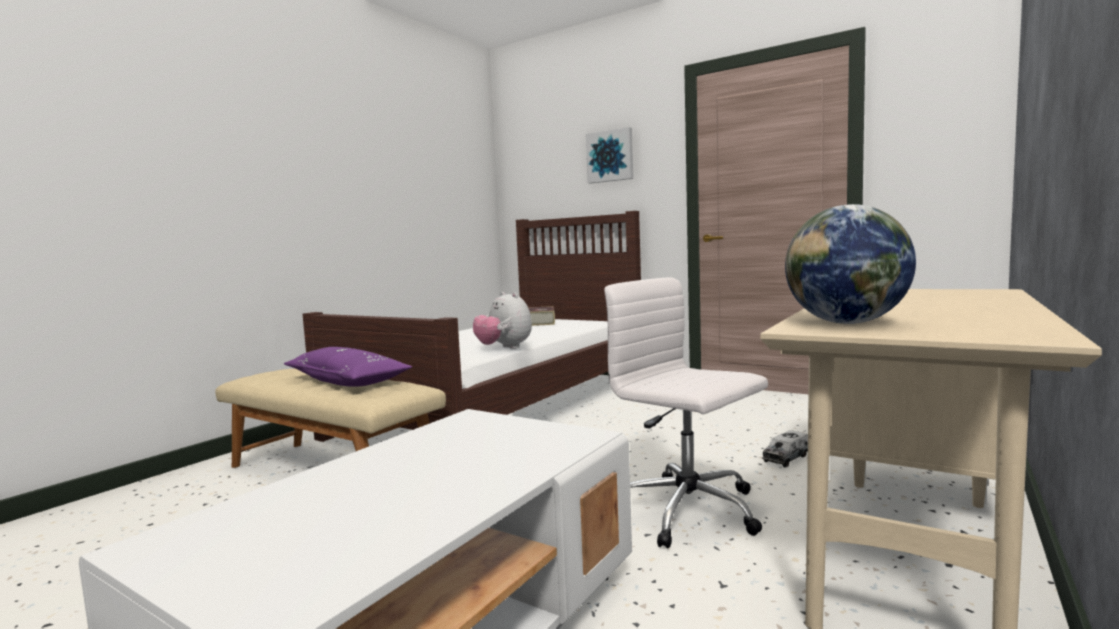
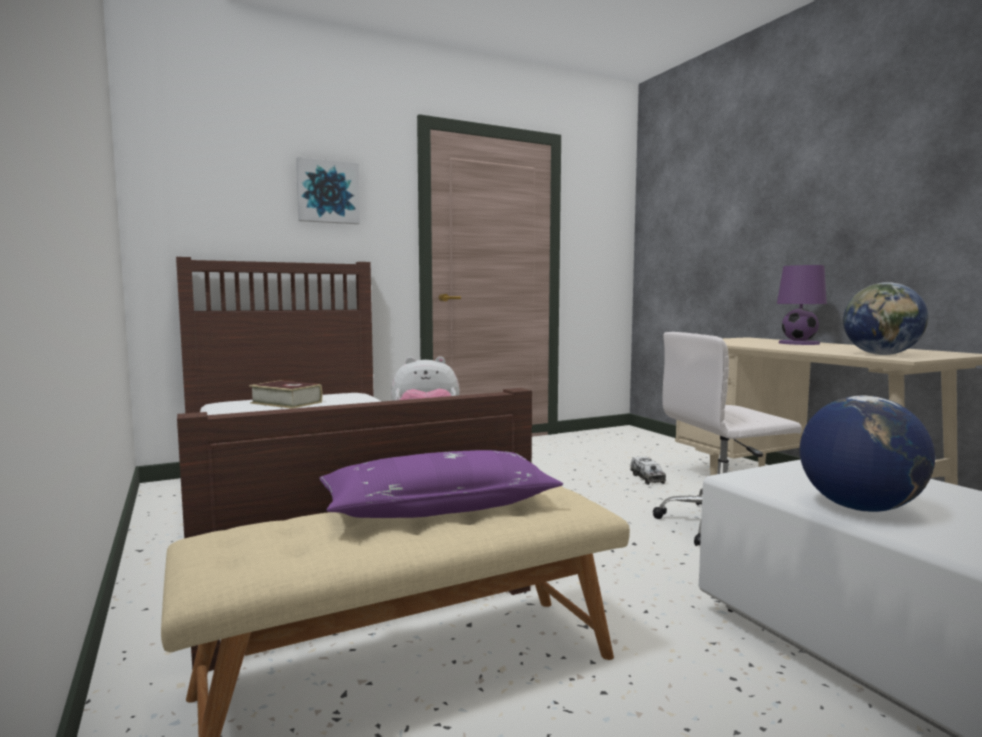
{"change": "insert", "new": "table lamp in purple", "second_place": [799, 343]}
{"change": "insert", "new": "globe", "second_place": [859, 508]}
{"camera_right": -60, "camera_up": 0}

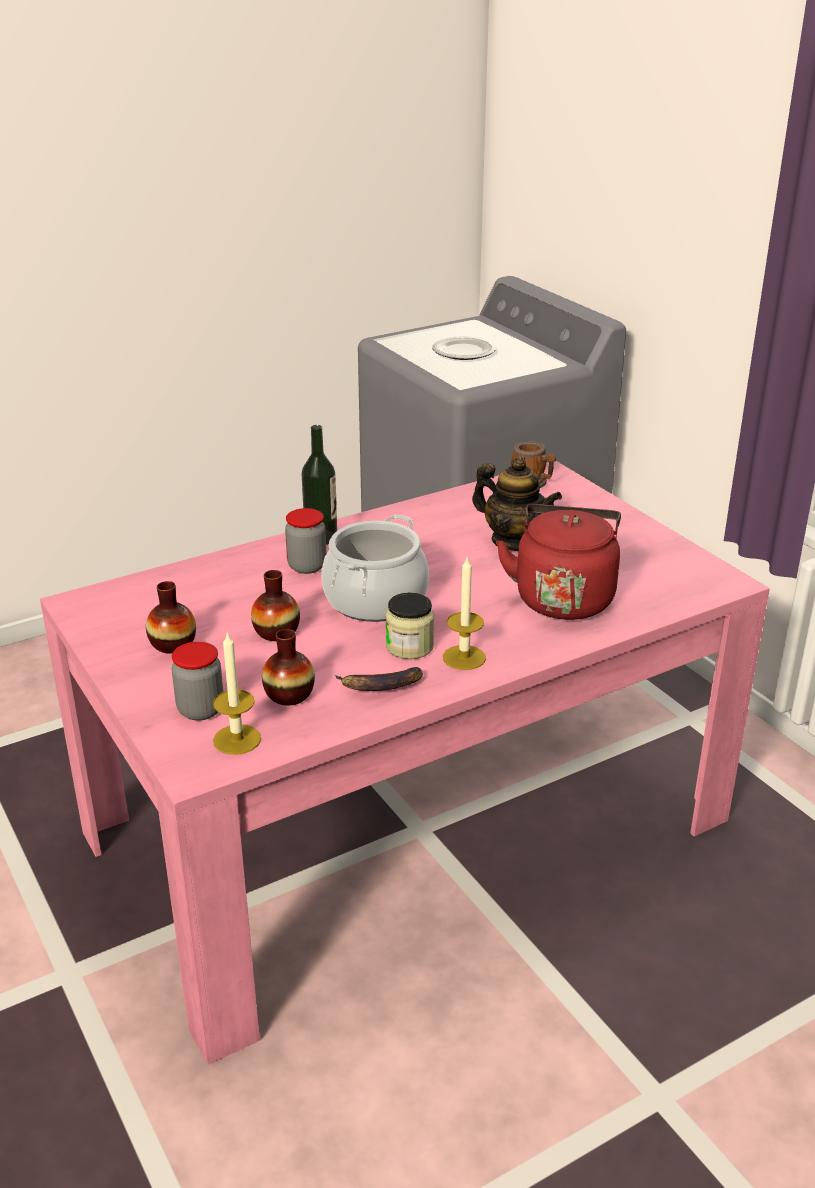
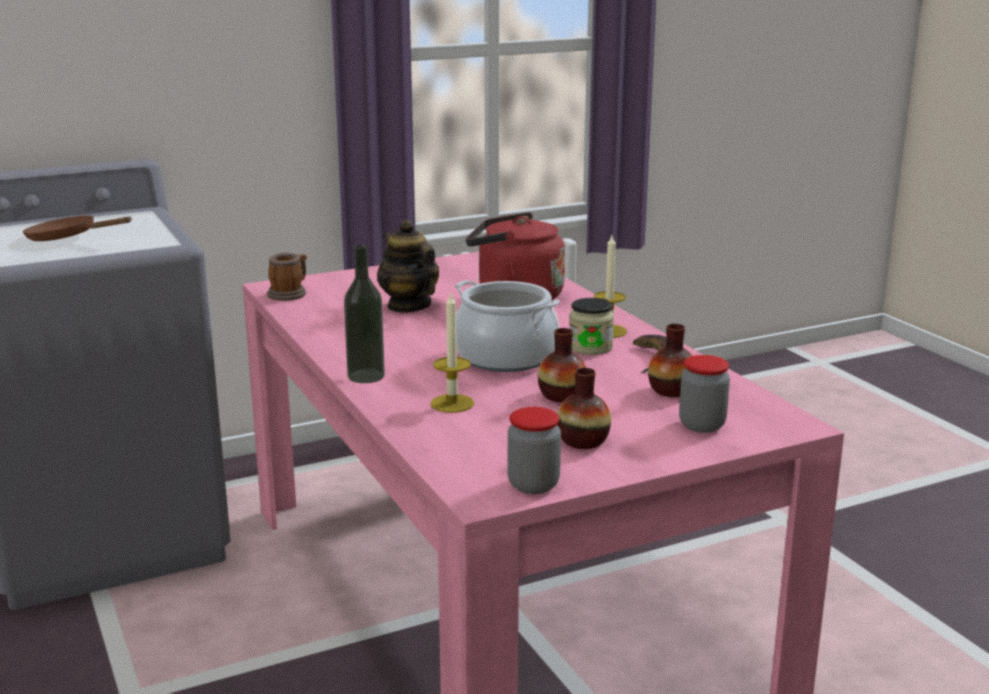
{"change": "replace", "old": "plate", "new": "frying pan in brown", "first_place": [464, 352], "second_place": [68, 238]}
{"change": "rotate", "old": "teapot", "first_place": [514, 541], "second_place": [409, 306], "degrees": -75}
{"change": "move", "old": "candle", "first_place": [237, 739], "second_place": [452, 403]}
{"change": "move", "old": "jar", "first_place": [307, 566], "second_place": [533, 485]}
{"camera_right": -85, "camera_up": -10}

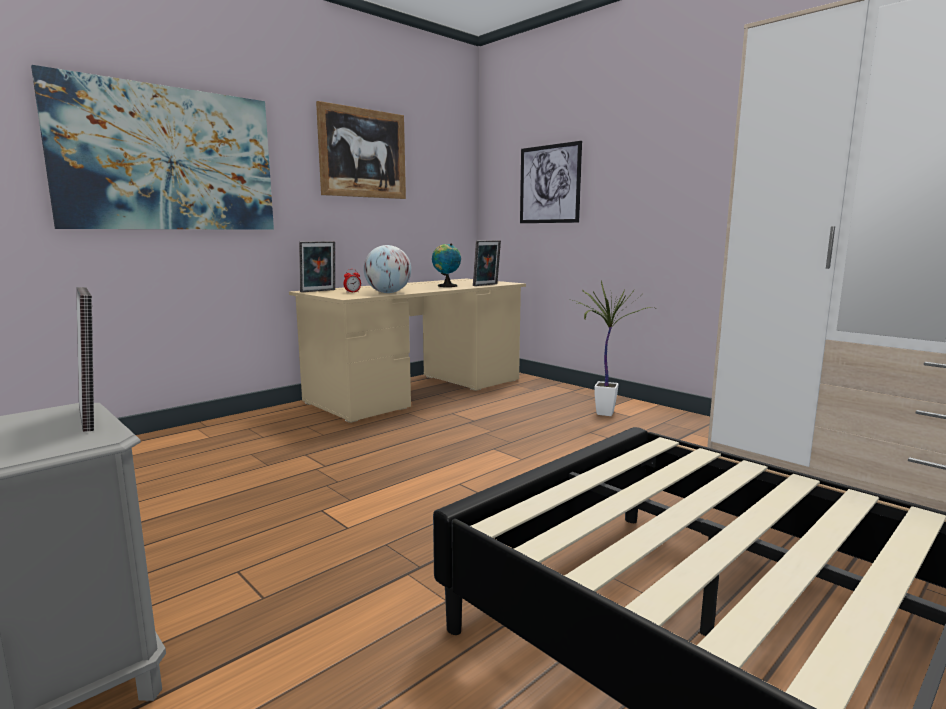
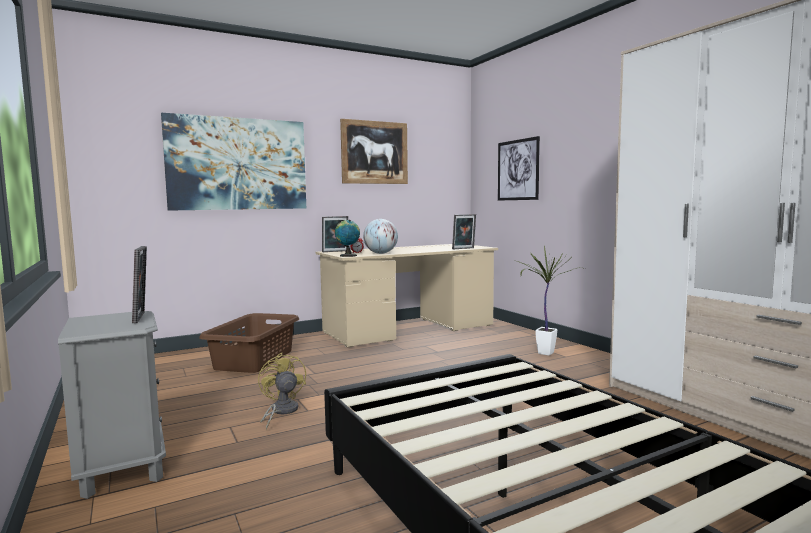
{"change": "insert", "new": "laundry basket in brown", "second_place": [255, 359]}
{"change": "insert", "new": "fan in yellow", "second_place": [281, 412]}
{"change": "move", "old": "globe", "first_place": [446, 286], "second_place": [347, 255]}
{"camera_right": 15, "camera_up": -5}

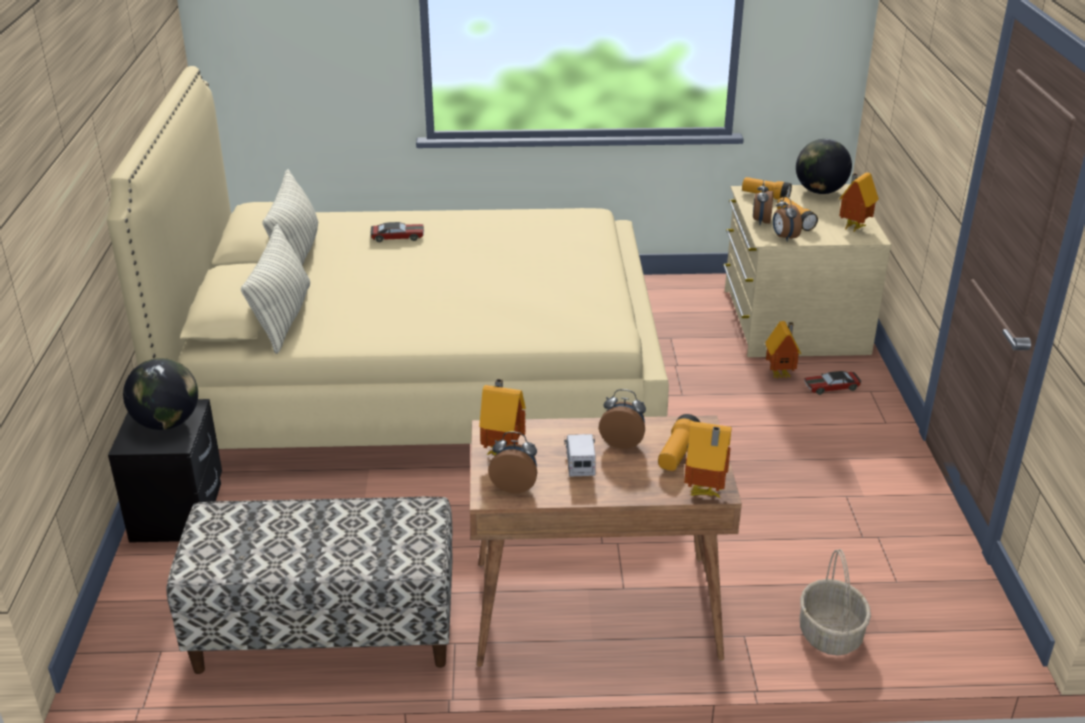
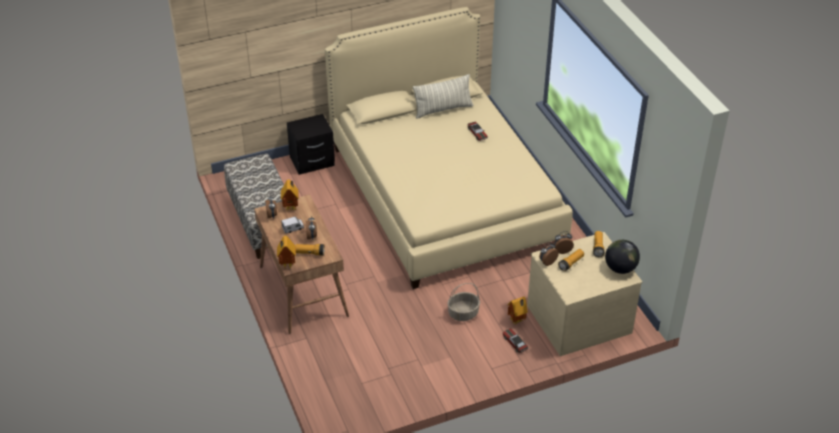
{"change": "move", "old": "basket", "first_place": [831, 634], "second_place": [463, 313]}
{"change": "delete", "old": "globe", "first_place": [167, 423]}
{"change": "delete", "old": "pillow", "first_place": [283, 318]}
{"change": "delete", "old": "toy house", "first_place": [852, 227]}
{"camera_right": 70, "camera_up": 10}

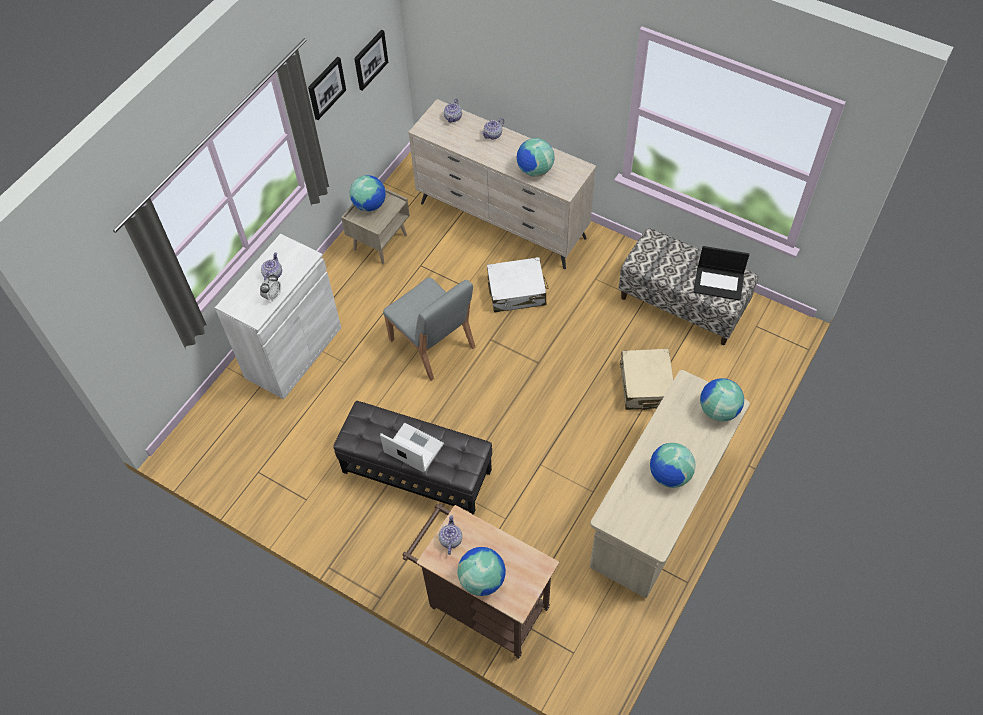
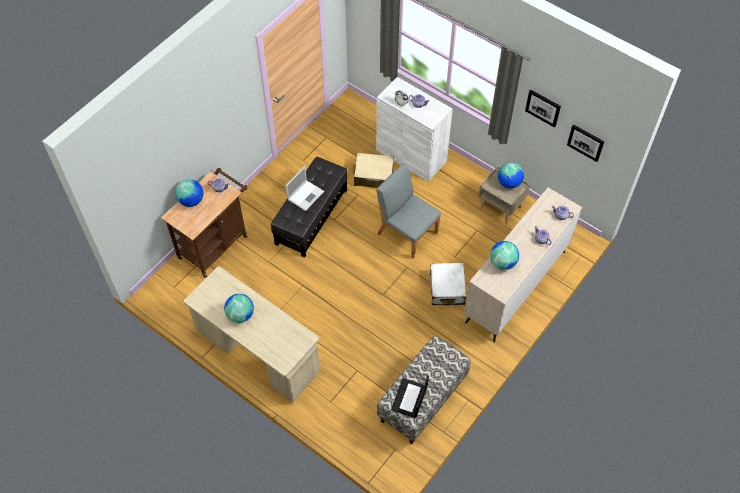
{"change": "move", "old": "suitcase in beige", "first_place": [646, 385], "second_place": [373, 175]}
{"change": "rotate", "old": "chair in grey", "first_place": [432, 344], "second_place": [407, 232], "degrees": 75}
{"change": "delete", "old": "globe", "first_place": [718, 410]}
{"camera_right": 95, "camera_up": 0}

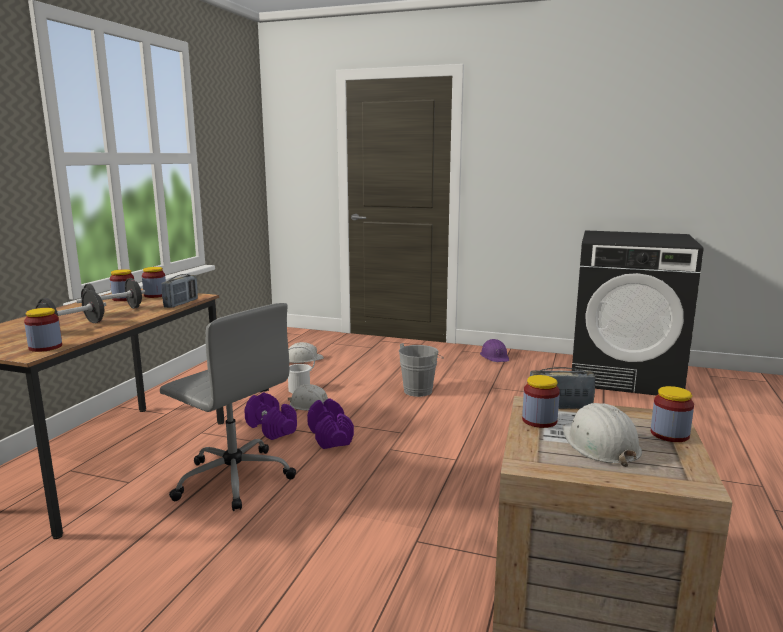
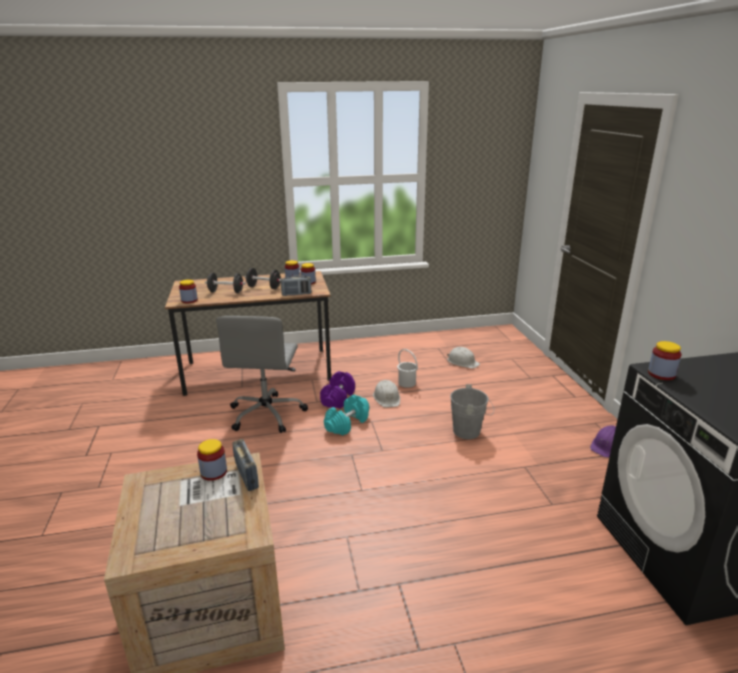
{"change": "recolor", "old": "dumbbell in purple", "new": "dumbbell in turquoise", "first_place": [330, 437], "second_place": [347, 424]}
{"change": "move", "old": "jar", "first_place": [669, 434], "second_place": [661, 374]}
{"change": "delete", "old": "hard hat in white", "first_place": [599, 444]}
{"camera_right": 60, "camera_up": 10}

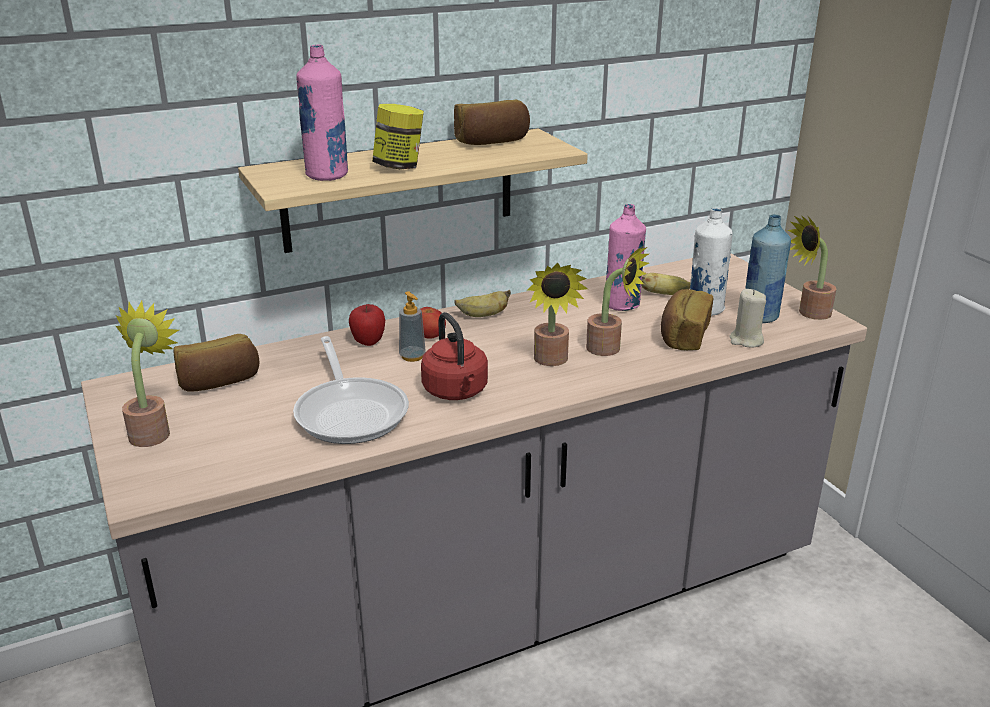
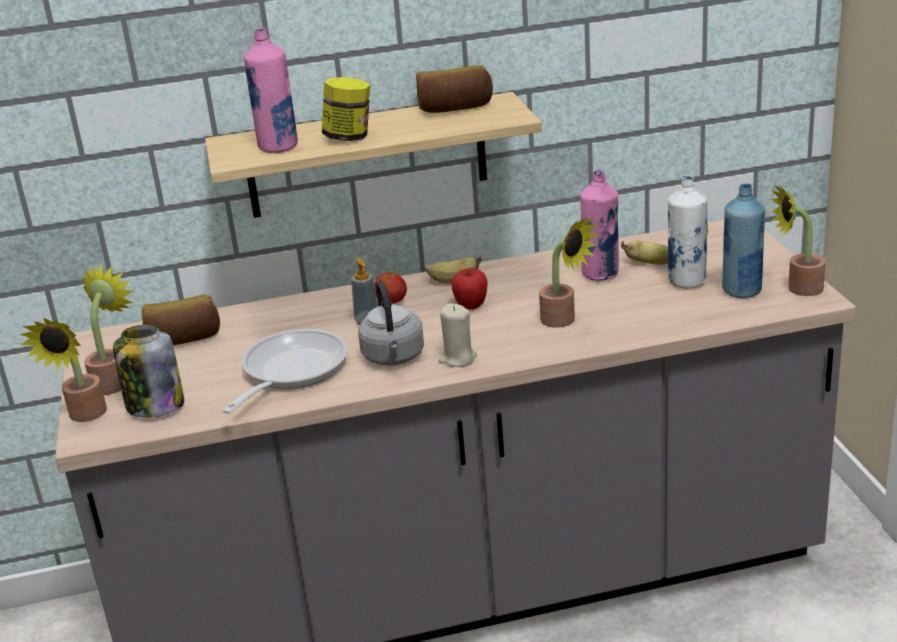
{"change": "move", "old": "potted plant", "first_place": [551, 361], "second_place": [84, 416]}
{"change": "insert", "new": "jar", "second_place": [154, 405]}
{"change": "rotate", "old": "frying pan", "first_place": [351, 411], "second_place": [289, 372], "degrees": -150}
{"change": "recolor", "old": "kettle in red", "new": "kettle in grey", "first_place": [456, 392], "second_place": [394, 358]}
{"change": "move", "old": "candle in beige", "first_place": [746, 340], "second_place": [457, 359]}
{"change": "move", "old": "apple", "first_place": [368, 342], "second_place": [471, 306]}
{"change": "delete", "old": "bread", "first_place": [683, 336]}
{"camera_right": 15, "camera_up": 0}

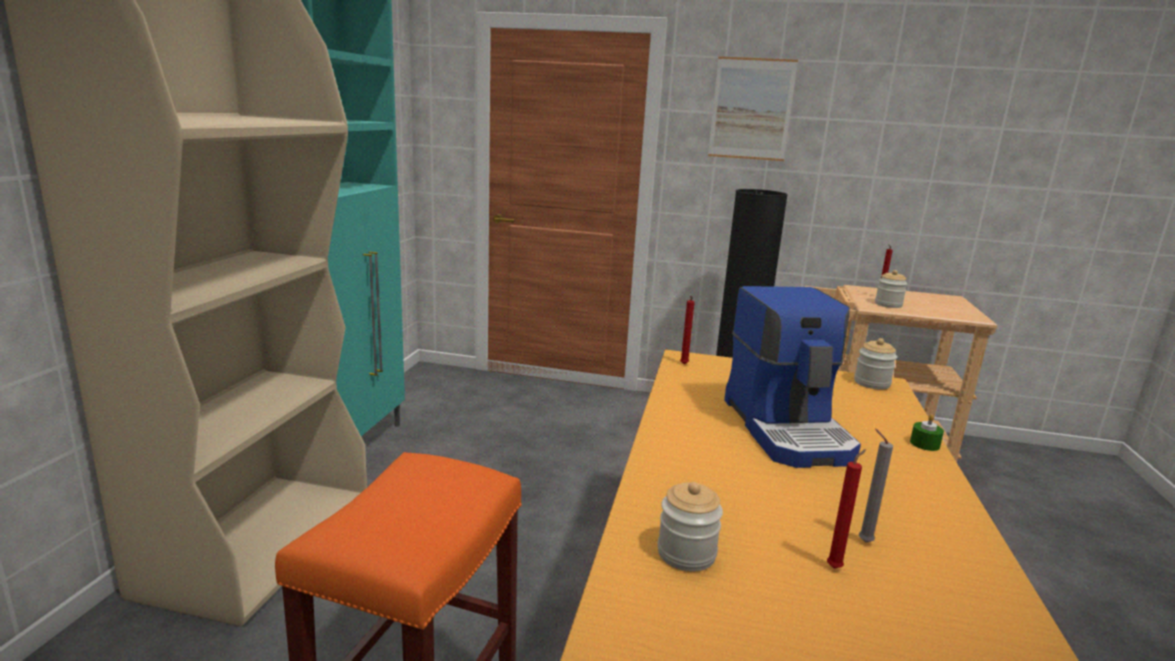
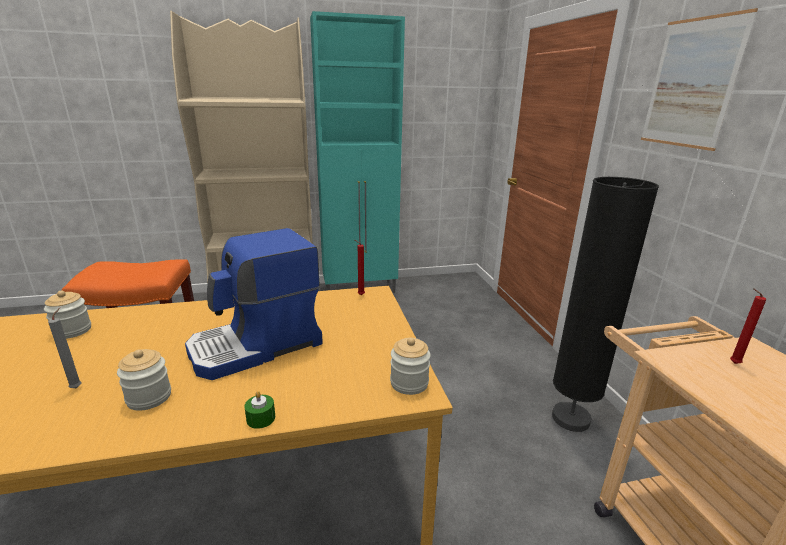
{"change": "move", "old": "jar", "first_place": [888, 304], "second_place": [149, 397]}
{"change": "delete", "old": "candle in red", "first_place": [836, 567]}
{"camera_right": 65, "camera_up": 5}

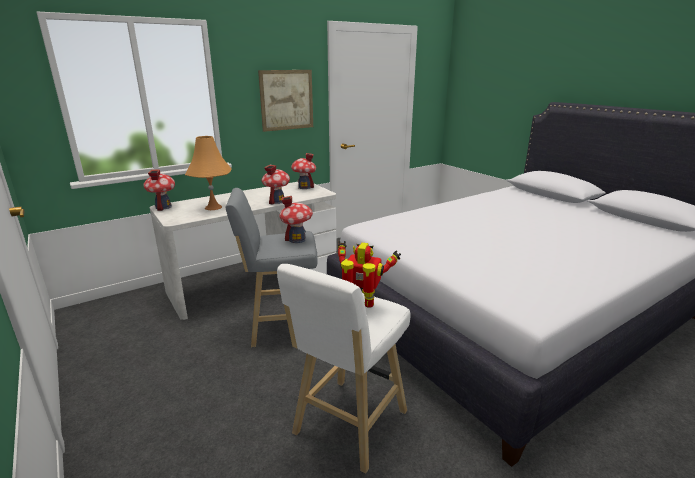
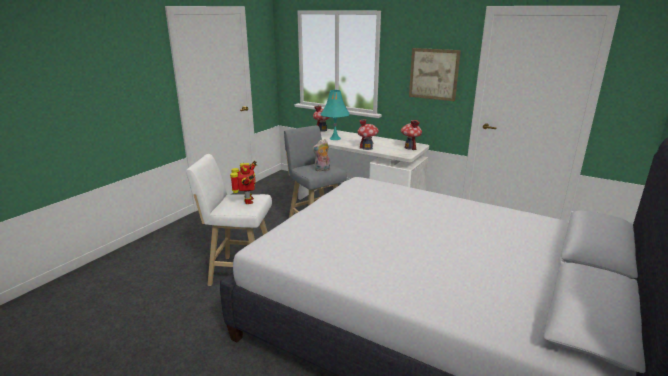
{"change": "replace", "old": "toy house", "new": "plush toy", "first_place": [297, 239], "second_place": [322, 170]}
{"change": "recolor", "old": "table lamp in orange", "new": "table lamp in turquoise", "first_place": [213, 207], "second_place": [335, 138]}
{"camera_right": 65, "camera_up": 0}

